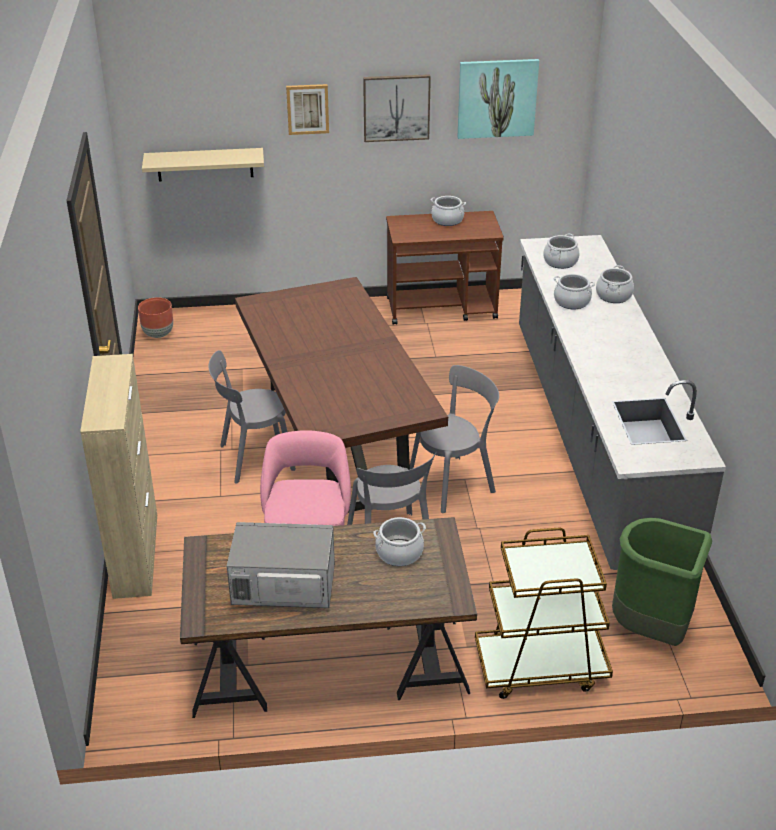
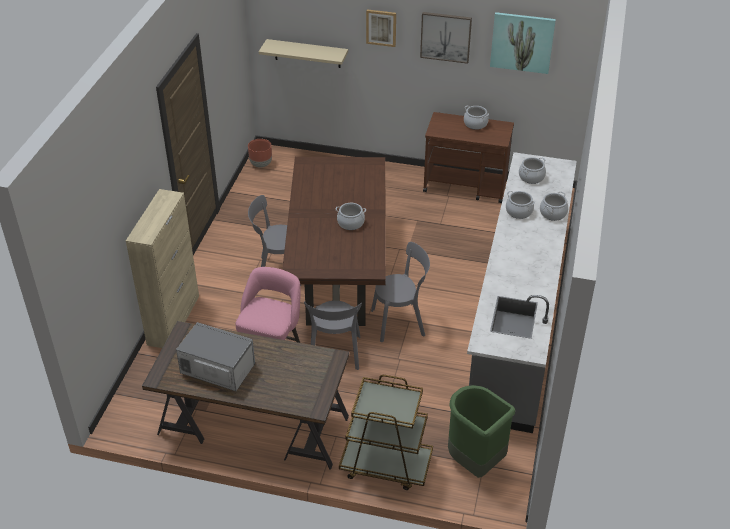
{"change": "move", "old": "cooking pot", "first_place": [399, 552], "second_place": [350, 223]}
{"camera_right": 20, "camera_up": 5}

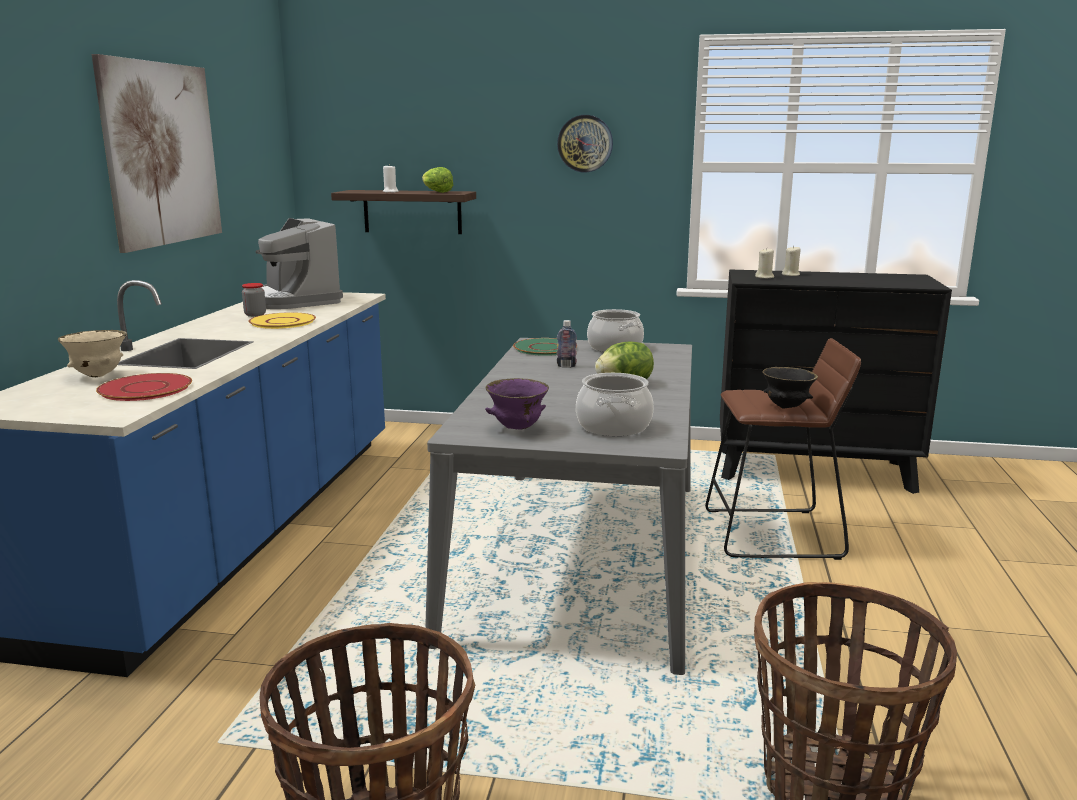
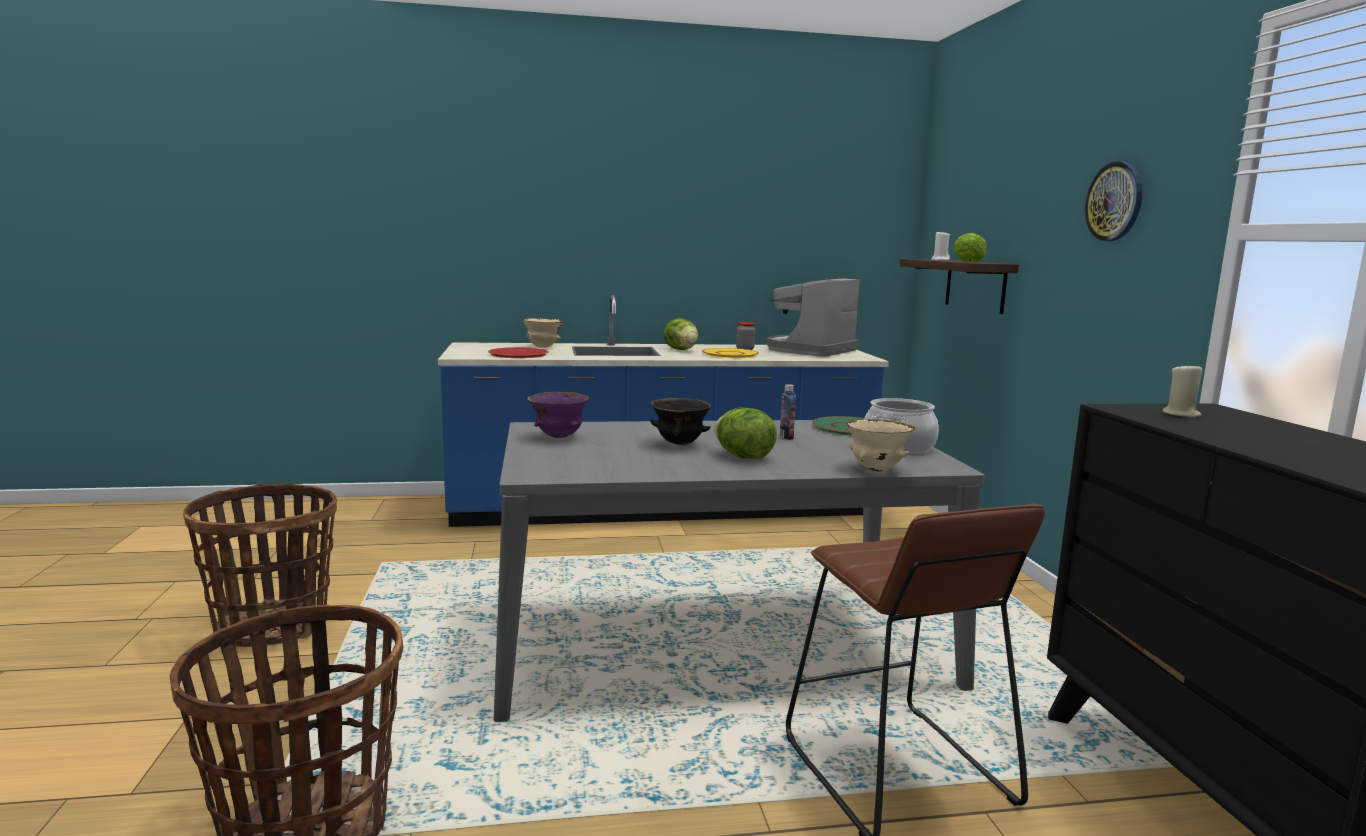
{"change": "move", "old": "bowl in black", "first_place": [786, 407], "second_place": [679, 444]}
{"change": "insert", "new": "lettuce", "second_place": [681, 350]}
{"change": "insert", "new": "bowl in beige", "second_place": [877, 469]}
{"change": "delete", "old": "picture", "first_place": [162, 154]}
{"change": "delete", "old": "cooking pot", "first_place": [613, 426]}
{"change": "delete", "old": "candle in beige", "first_place": [791, 275]}
{"camera_right": 70, "camera_up": -5}

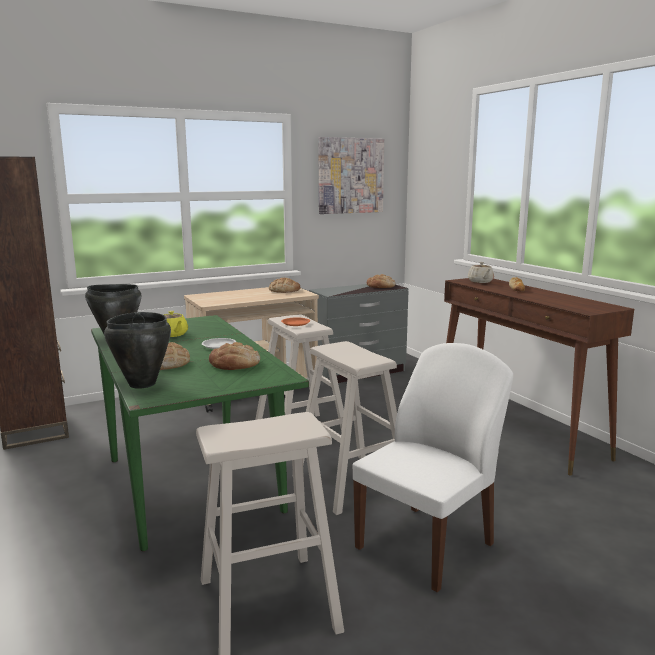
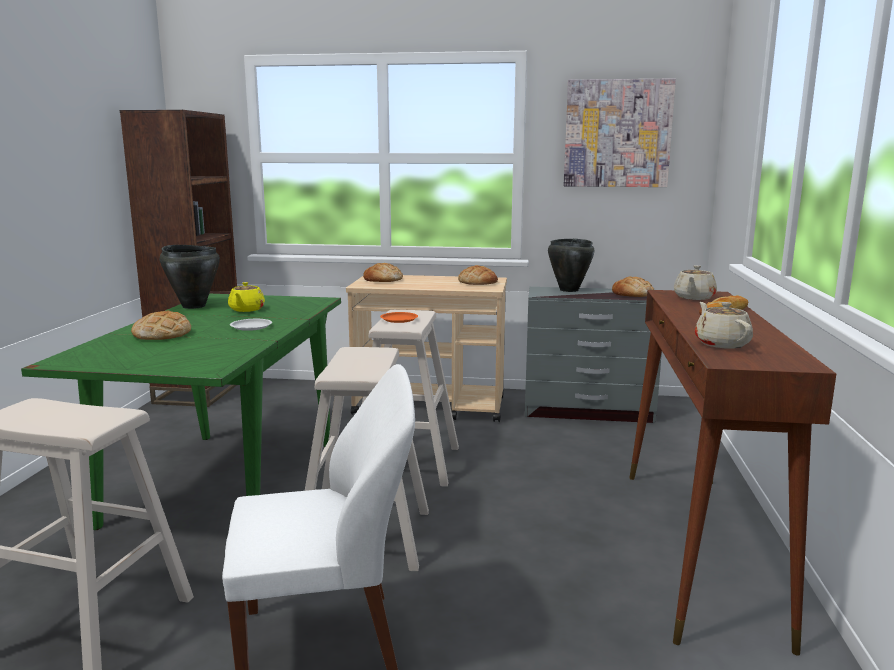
{"change": "move", "old": "bread", "first_place": [235, 363], "second_place": [382, 279]}
{"change": "move", "old": "cooking pot in black", "first_place": [141, 384], "second_place": [568, 290]}
{"change": "insert", "new": "teapot in beige", "second_place": [721, 343]}
{"camera_right": 35, "camera_up": 0}

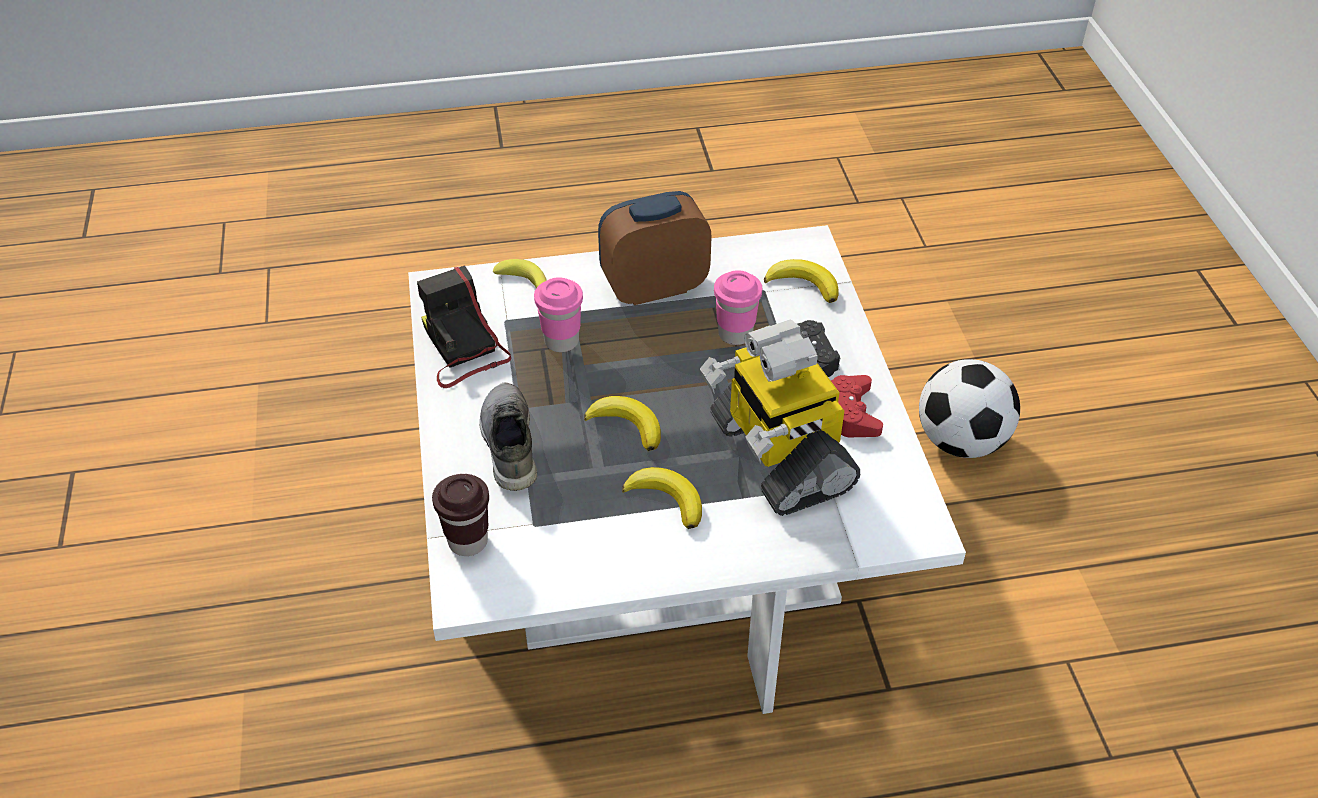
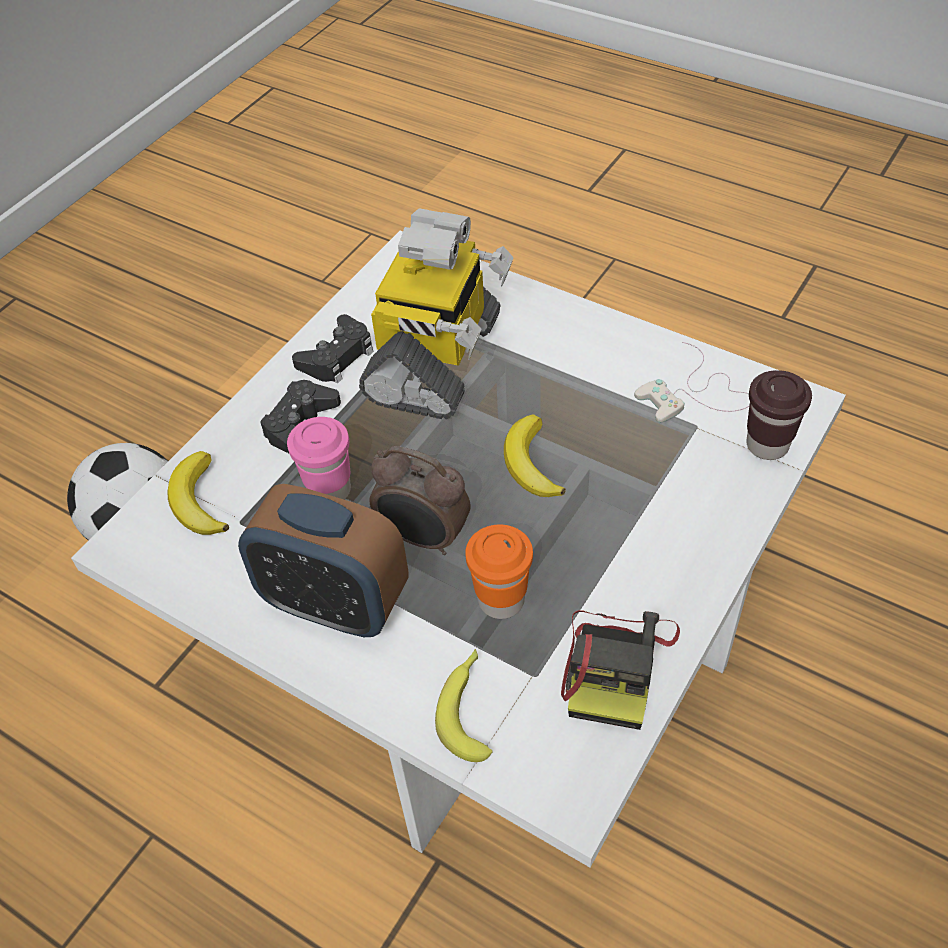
{"change": "recolor", "old": "game controller in red", "new": "game controller in black", "first_place": [852, 413], "second_place": [337, 357]}
{"change": "insert", "new": "alarm clock", "second_place": [423, 538]}
{"change": "recolor", "old": "cup in pink", "new": "cup in orange", "first_place": [561, 341], "second_place": [501, 600]}
{"change": "insert", "new": "game controller in white", "second_place": [695, 394]}
{"change": "delete", "old": "shoe in grey", "first_place": [508, 444]}
{"change": "delete", "old": "banana", "first_place": [667, 499]}
{"camera_right": -135, "camera_up": 5}

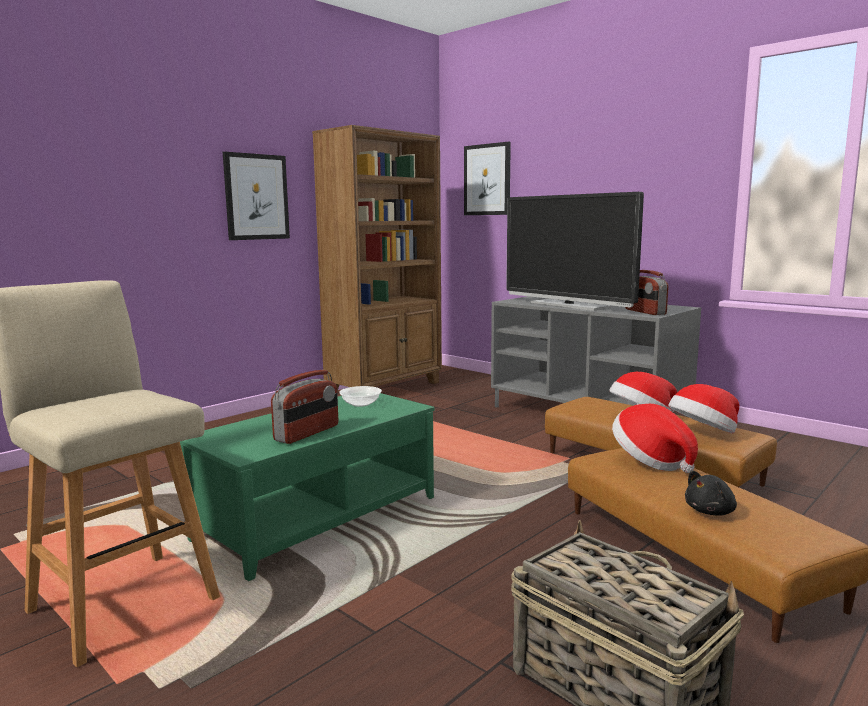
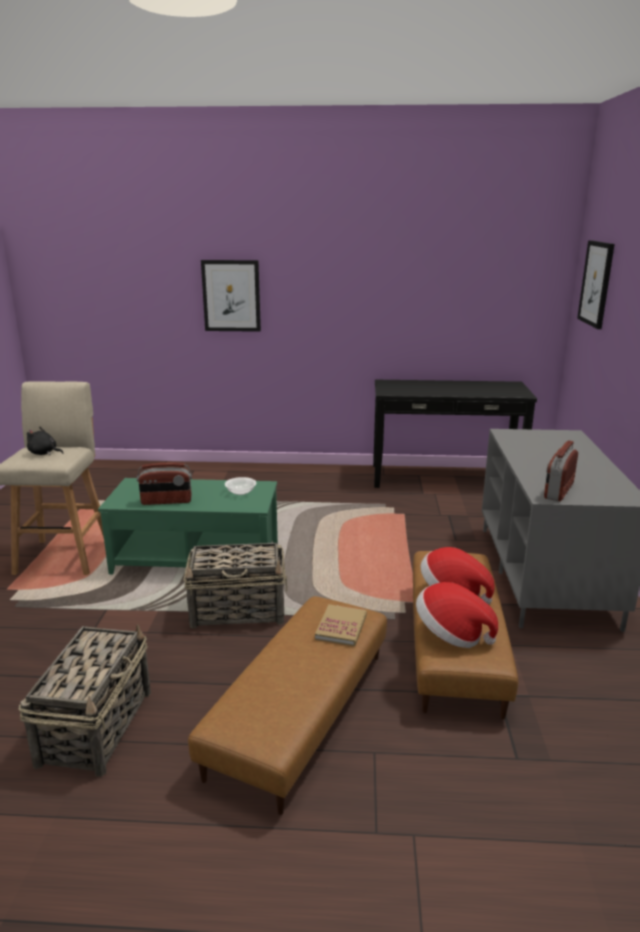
{"change": "move", "old": "plush toy in black", "first_place": [711, 512], "second_place": [44, 453]}
{"change": "insert", "new": "basket", "second_place": [239, 610]}
{"change": "move", "old": "picture", "first_place": [256, 197], "second_place": [231, 296]}
{"change": "replace", "old": "hat", "new": "book", "first_place": [651, 461], "second_place": [341, 627]}
{"change": "replace", "old": "bookcase in brown", "new": "console table in black", "first_place": [385, 388], "second_place": [445, 477]}
{"change": "delete", "old": "television", "first_place": [569, 305]}
{"camera_right": 50, "camera_up": 10}

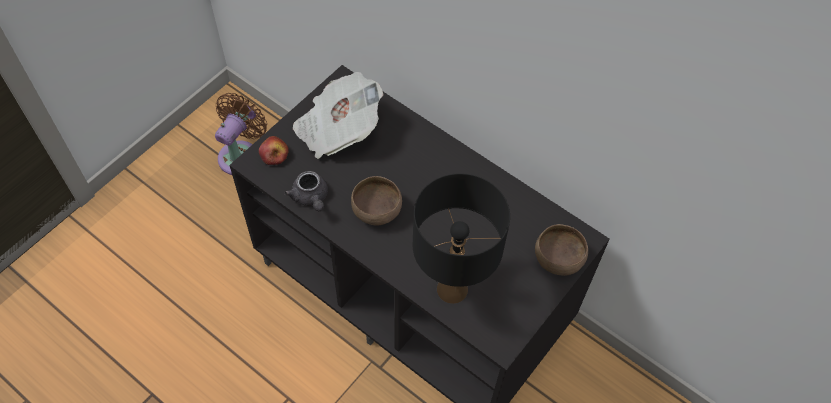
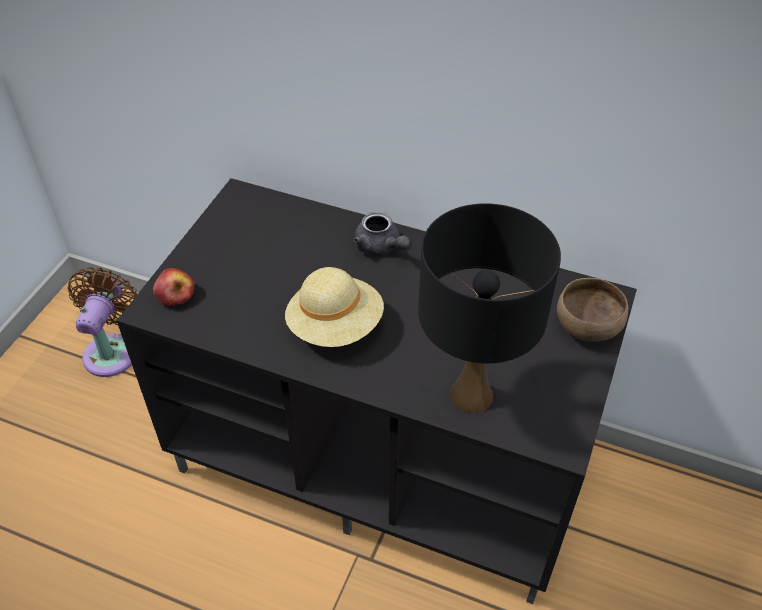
{"change": "replace", "old": "bowl in brown", "new": "hat in beige", "first_place": [377, 210], "second_place": [335, 326]}
{"change": "move", "old": "teapot in grey", "first_place": [311, 198], "second_place": [380, 247]}
{"change": "delete", "old": "newspaper", "first_place": [338, 129]}
{"camera_right": -15, "camera_up": -10}

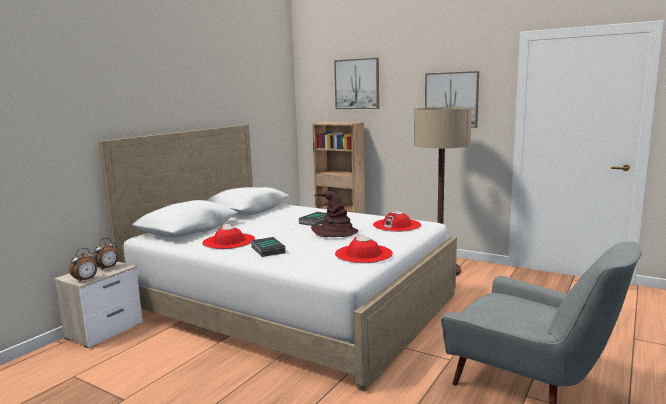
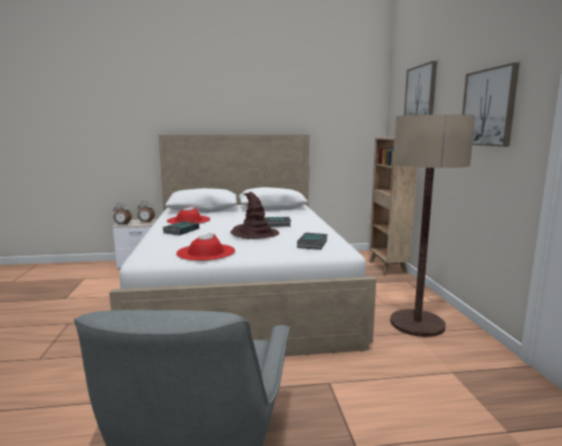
{"change": "replace", "old": "hat in red", "new": "book", "first_place": [397, 225], "second_place": [313, 244]}
{"camera_right": 50, "camera_up": 0}

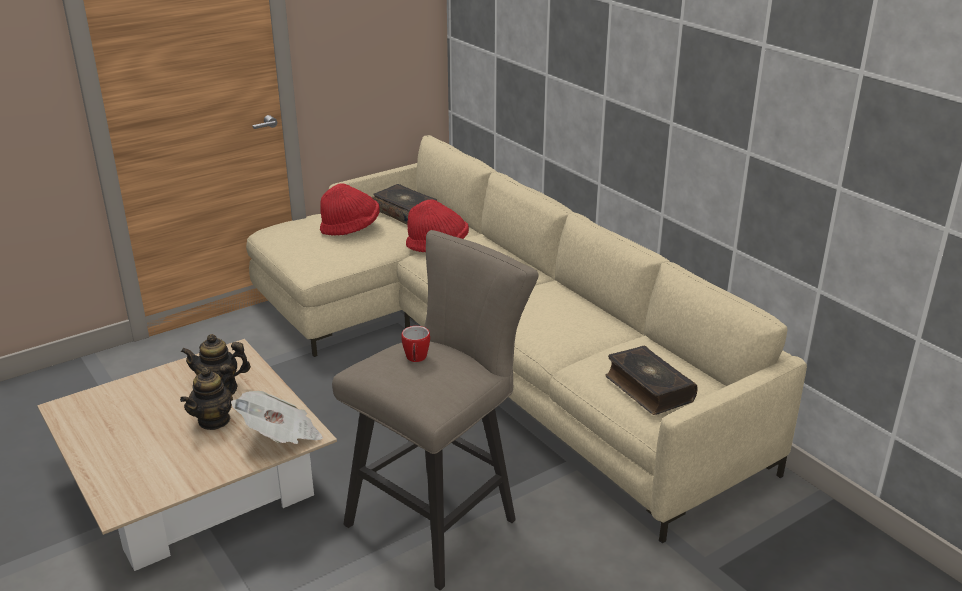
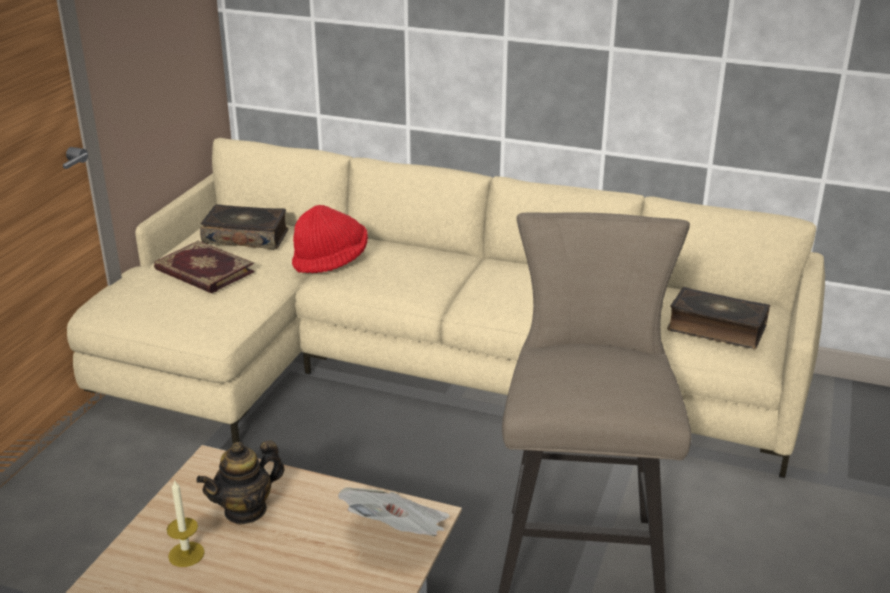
{"change": "replace", "old": "hat in red", "new": "book", "first_place": [350, 228], "second_place": [203, 271]}
{"change": "insert", "new": "candle", "second_place": [186, 554]}
{"change": "delete", "old": "teapot", "first_place": [214, 420]}
{"change": "delete", "old": "mug", "first_place": [416, 359]}
{"camera_right": -35, "camera_up": 0}

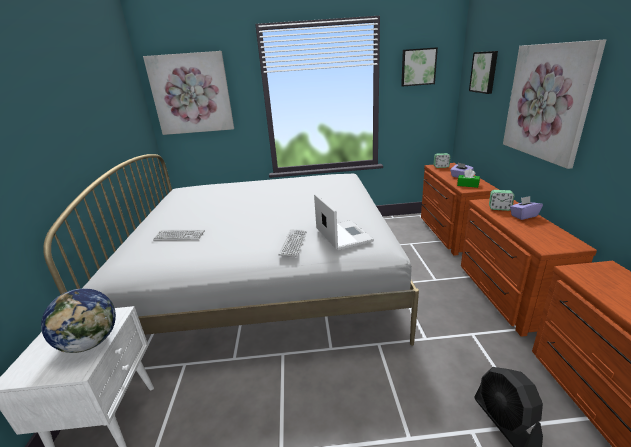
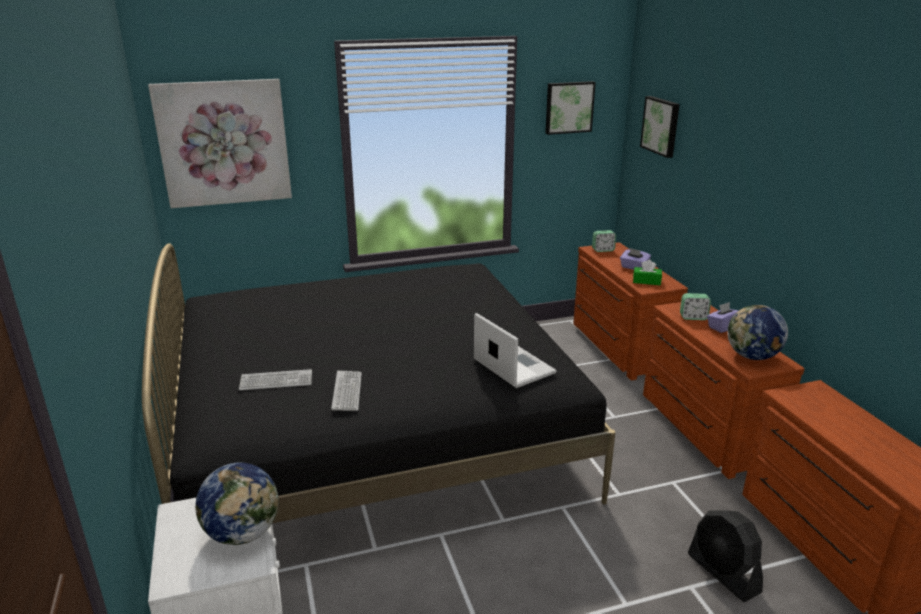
{"change": "recolor", "old": "bed in white", "new": "bed in black", "first_place": [267, 278], "second_place": [373, 434]}
{"change": "move", "old": "keyboard", "first_place": [293, 243], "second_place": [347, 391]}
{"change": "insert", "new": "globe", "second_place": [752, 356]}
{"change": "delete", "old": "picture", "first_place": [546, 102]}
{"camera_right": -15, "camera_up": 0}

